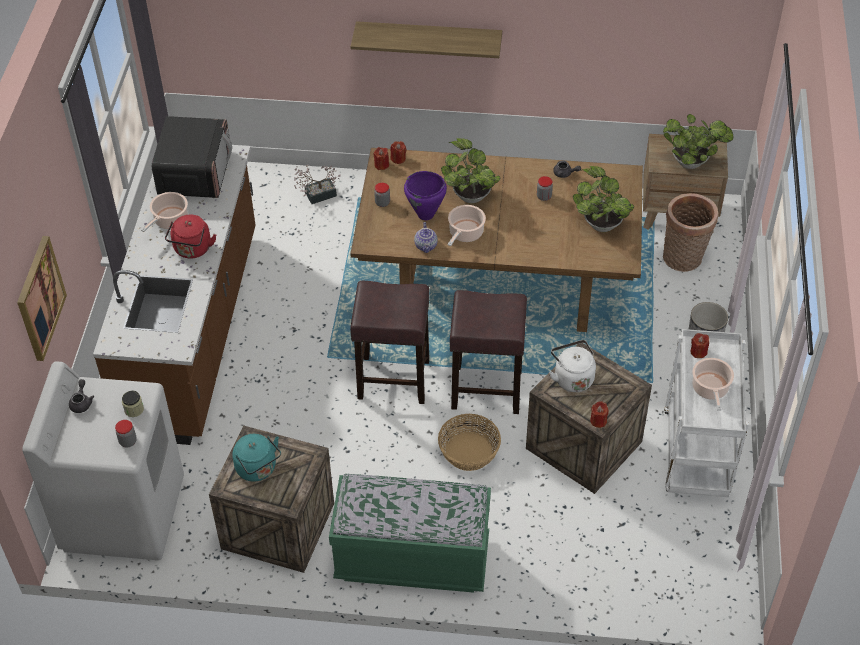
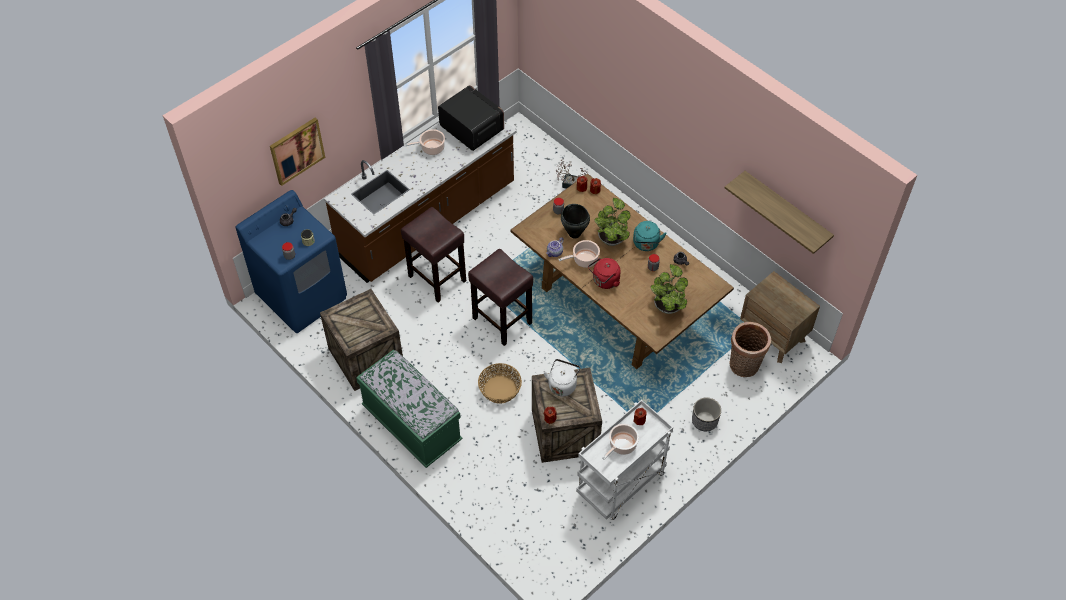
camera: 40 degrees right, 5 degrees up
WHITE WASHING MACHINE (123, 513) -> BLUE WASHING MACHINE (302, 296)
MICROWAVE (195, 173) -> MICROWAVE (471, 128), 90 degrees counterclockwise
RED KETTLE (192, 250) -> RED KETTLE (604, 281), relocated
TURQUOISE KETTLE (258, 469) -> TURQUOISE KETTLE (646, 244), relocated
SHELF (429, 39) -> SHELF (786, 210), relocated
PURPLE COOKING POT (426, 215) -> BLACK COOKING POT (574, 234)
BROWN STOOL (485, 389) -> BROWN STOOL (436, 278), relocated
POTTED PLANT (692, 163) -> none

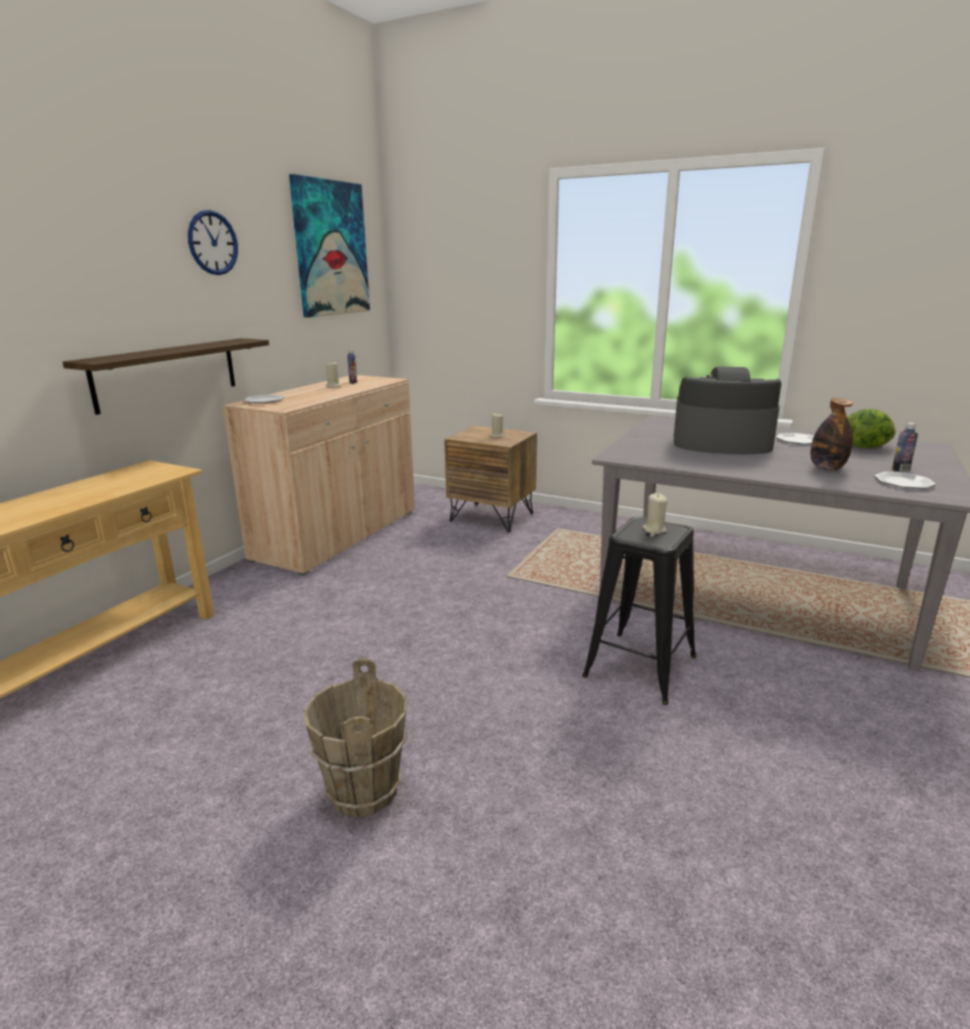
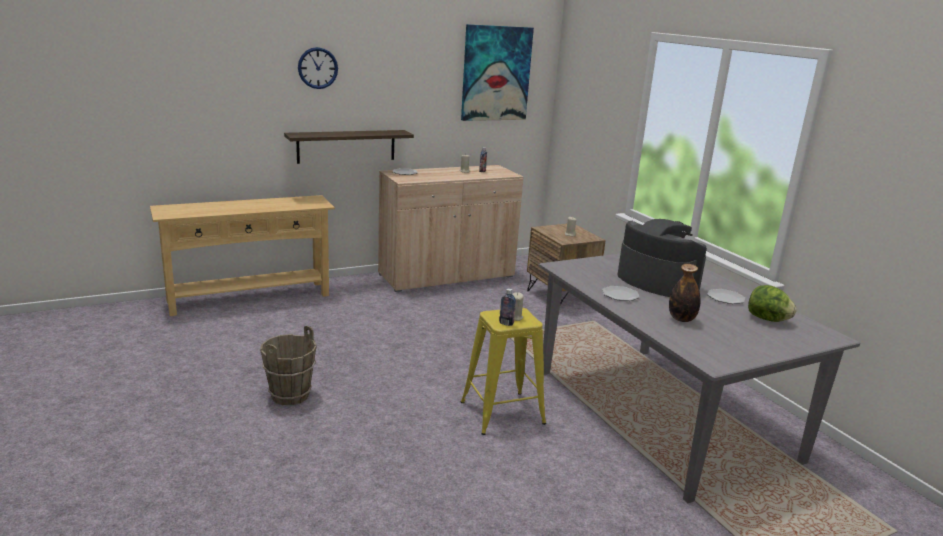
camera: 35 degrees right, 0 degrees up
WALL CLOCK (213, 243) -> WALL CLOCK (318, 68), relocated
BLACK STOOL (640, 666) -> YELLOW STOOL (502, 413)
PLATE (904, 483) -> PLATE (620, 295), relocated
BOTTLE (900, 470) -> BOTTLE (506, 323), relocated

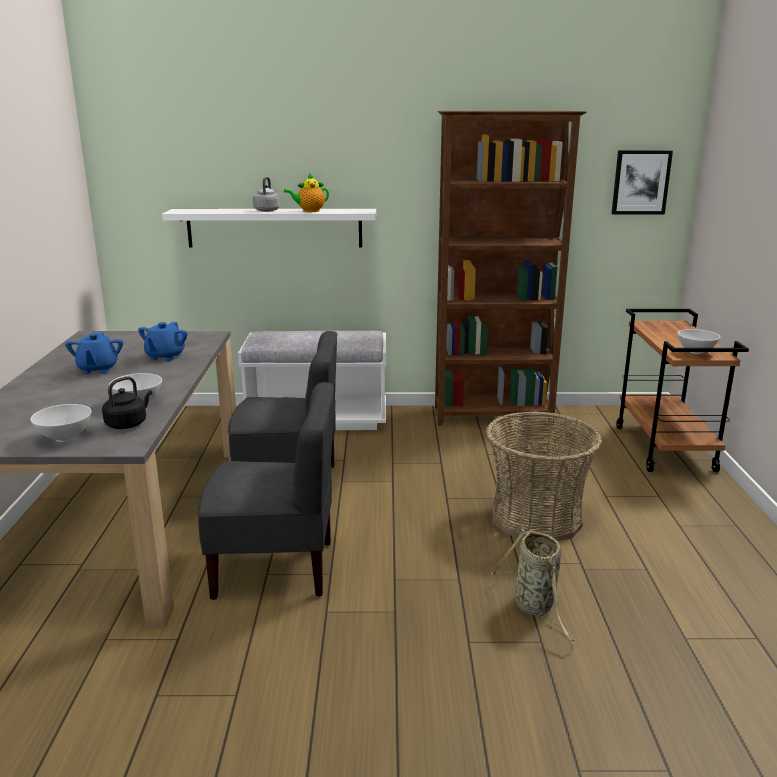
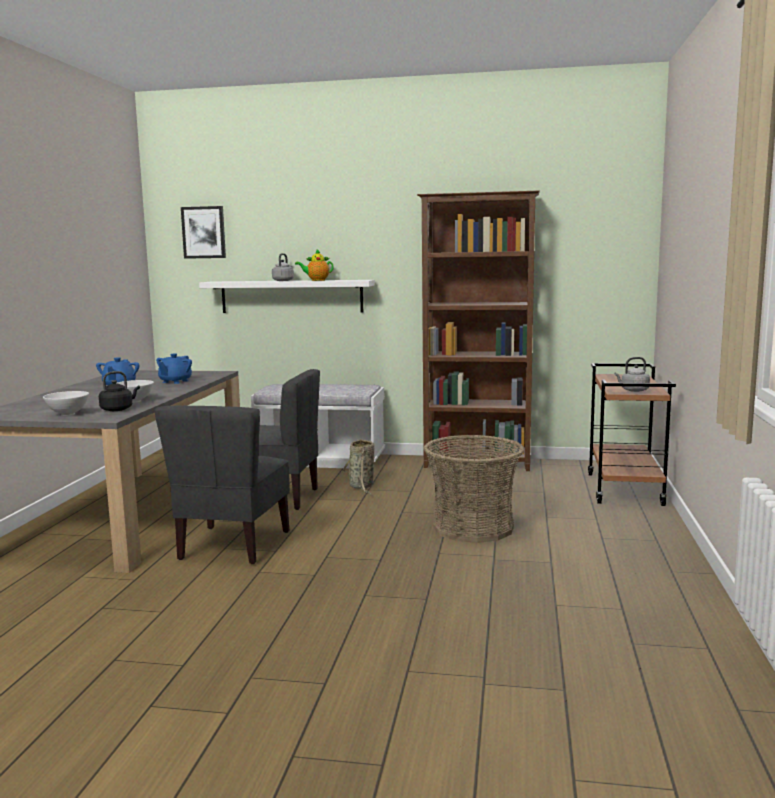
camera: 10 degrees right, 10 degrees down
GREY CHAIR (275, 568) -> GREY CHAIR (233, 545), 90 degrees clockwise
BASKET (535, 607) -> BASKET (361, 487), relocated
PICTURE (640, 182) -> PICTURE (204, 232), relocated
WHITE BOWL (695, 352) -> GREY KETTLE (633, 390)

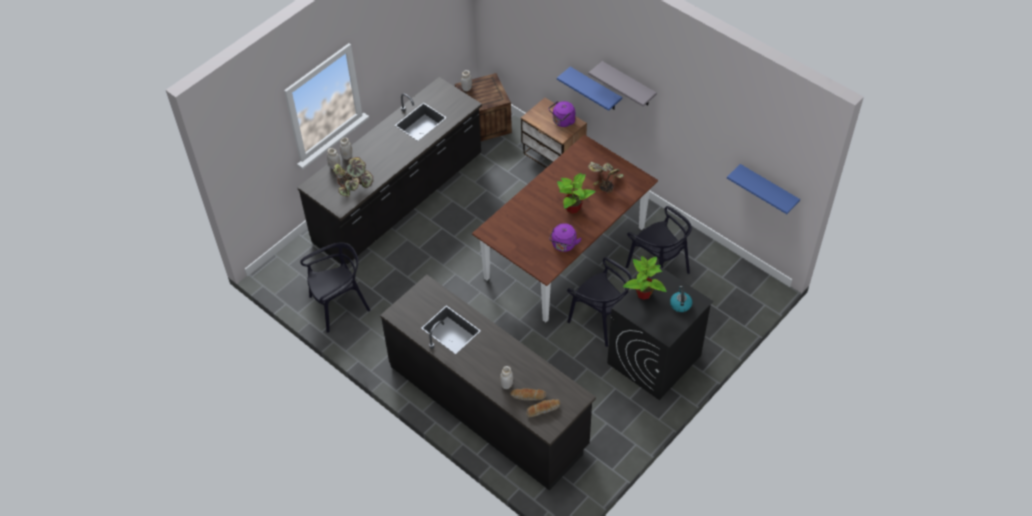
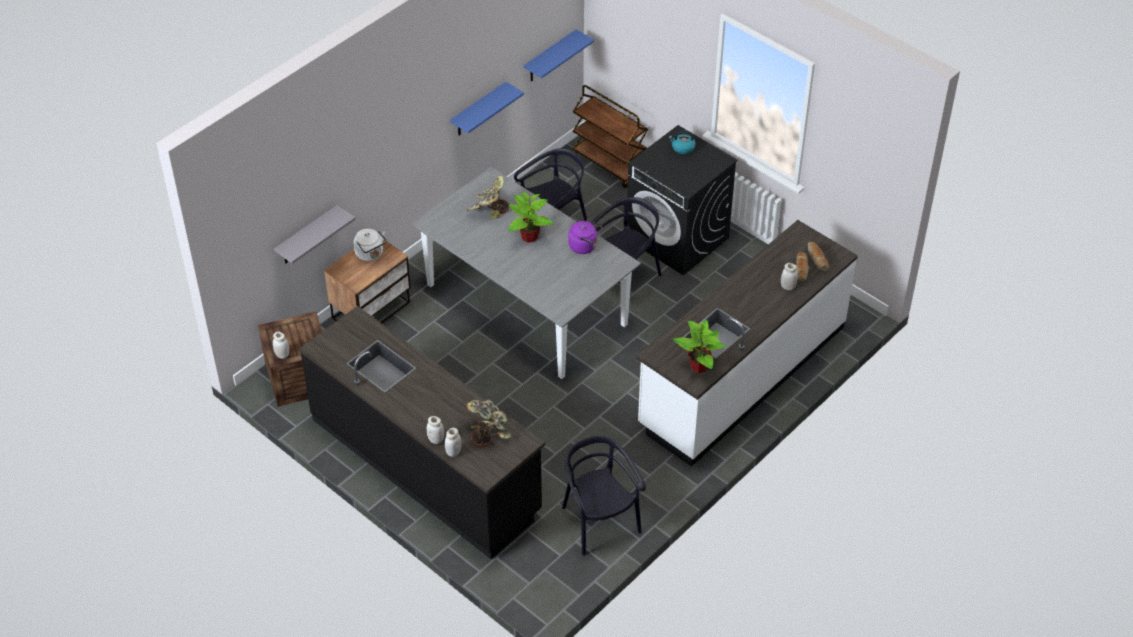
camera: 90 degrees left, 5 degrees down
BLACK COUNTER (488, 405) -> WHITE COUNTER (741, 376)
BROWN DINING TABLE (565, 252) -> GREY DINING TABLE (525, 305)
PURPLE KETTLE (562, 122) -> WHITE KETTLE (370, 254)
BLUE SHELF (595, 89) -> BLUE SHELF (478, 110), relocated
GREY SHELF (628, 85) -> GREY SHELF (307, 236), relocated
POTTED PLANT (643, 294) -> POTTED PLANT (699, 366), relocated
none -> BROWN CART (609, 164)

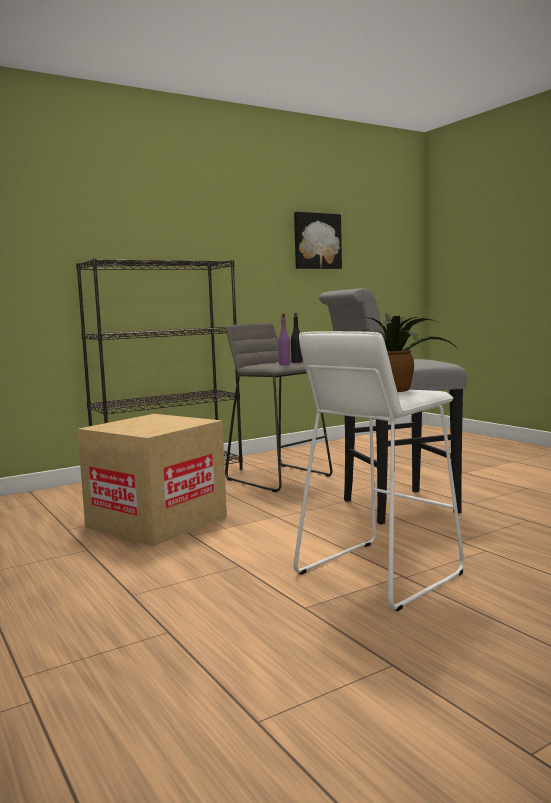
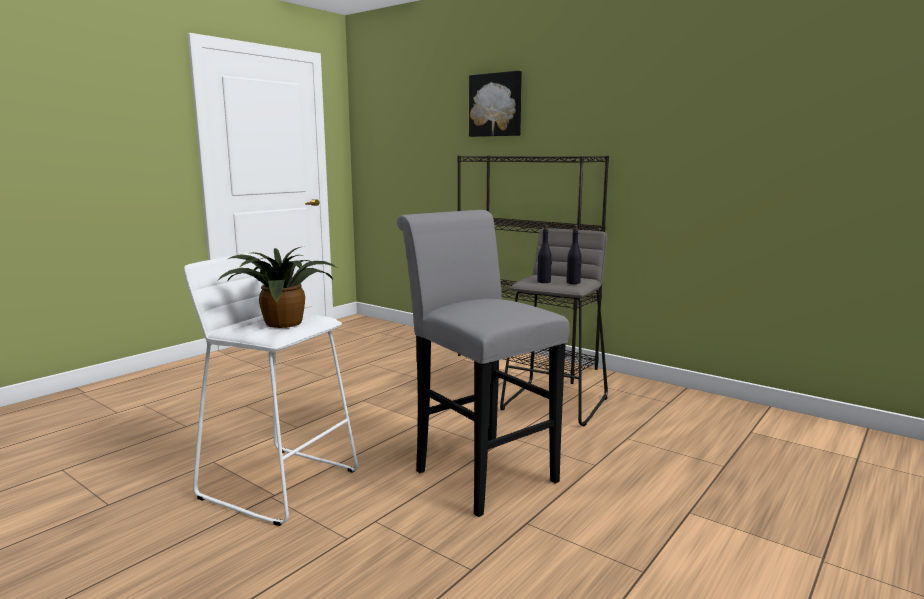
camera: 70 degrees right, 5 degrees up
CARDBOARD BOX (157, 521) -> none
PURPLE BOTTLE (284, 364) -> BLACK BOTTLE (544, 282)
PICTURE (316, 241) -> PICTURE (496, 105), relocated

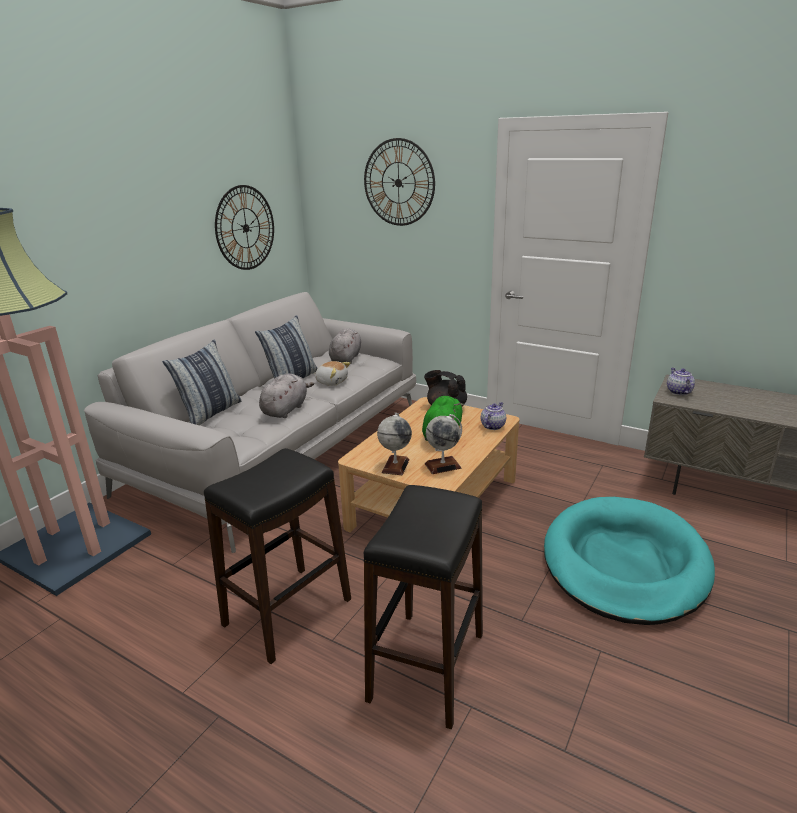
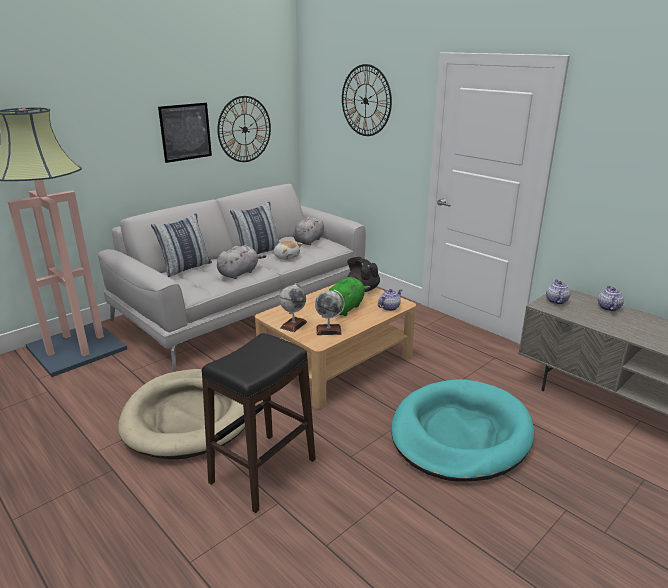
camera: 15 degrees right, 0 degrees up
BLACK STOOL (288, 611) -> BEIGE DOG BED (189, 416)
none -> PICTURE (185, 132)
none -> TEAPOT (608, 307)

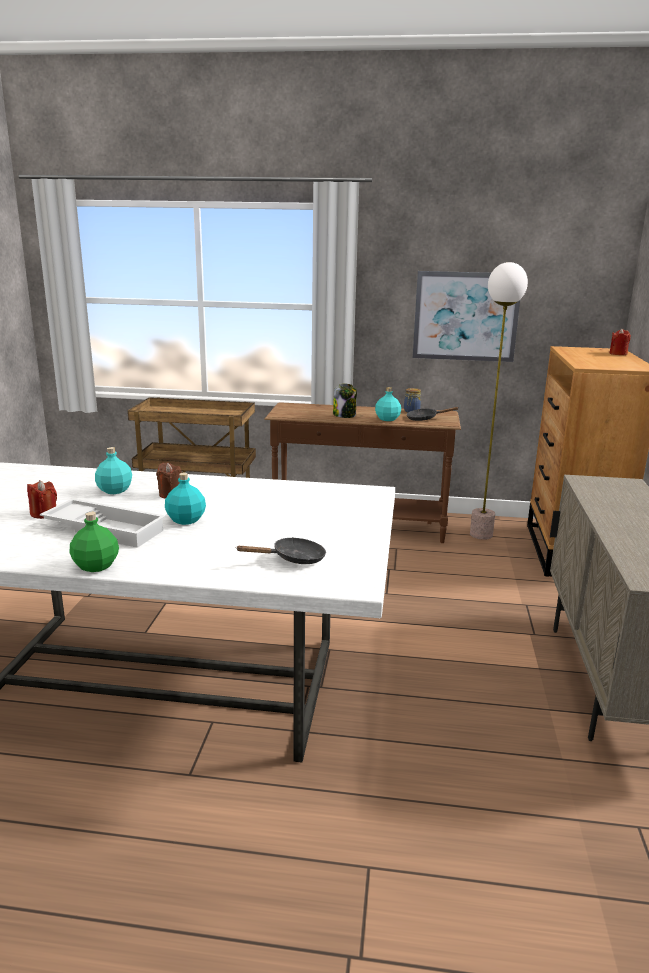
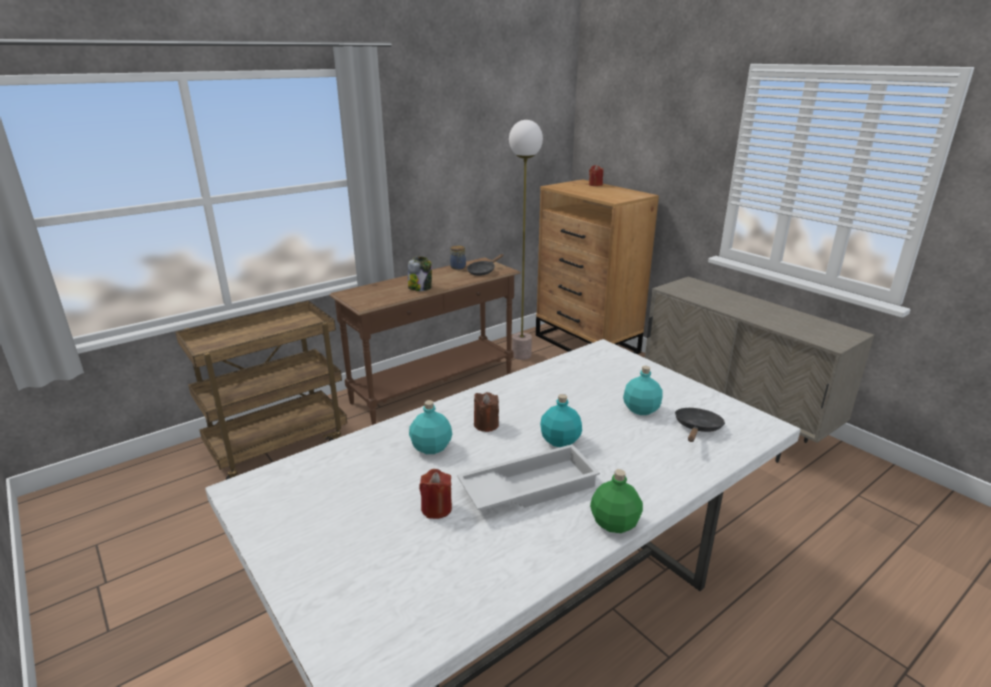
camera: 45 degrees left, 5 degrees up
TURQUOISE BOTTLE (387, 419) -> TURQUOISE BOTTLE (641, 409), relocated
PICTURE (465, 316) -> none

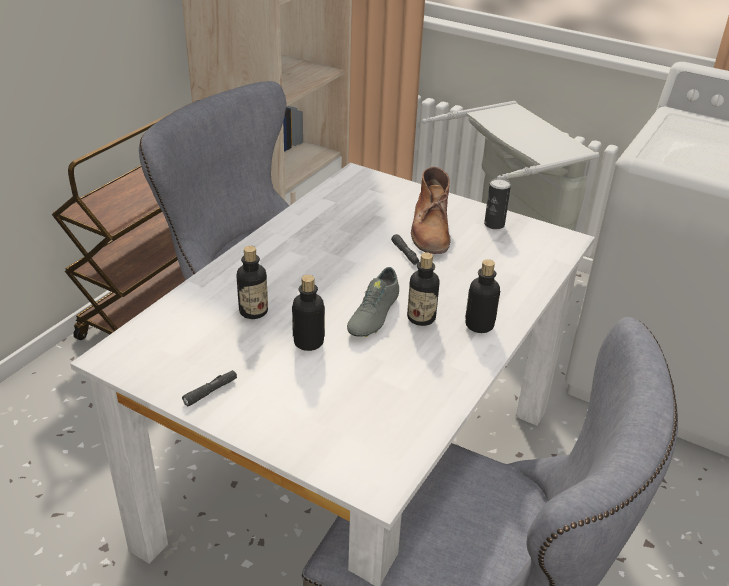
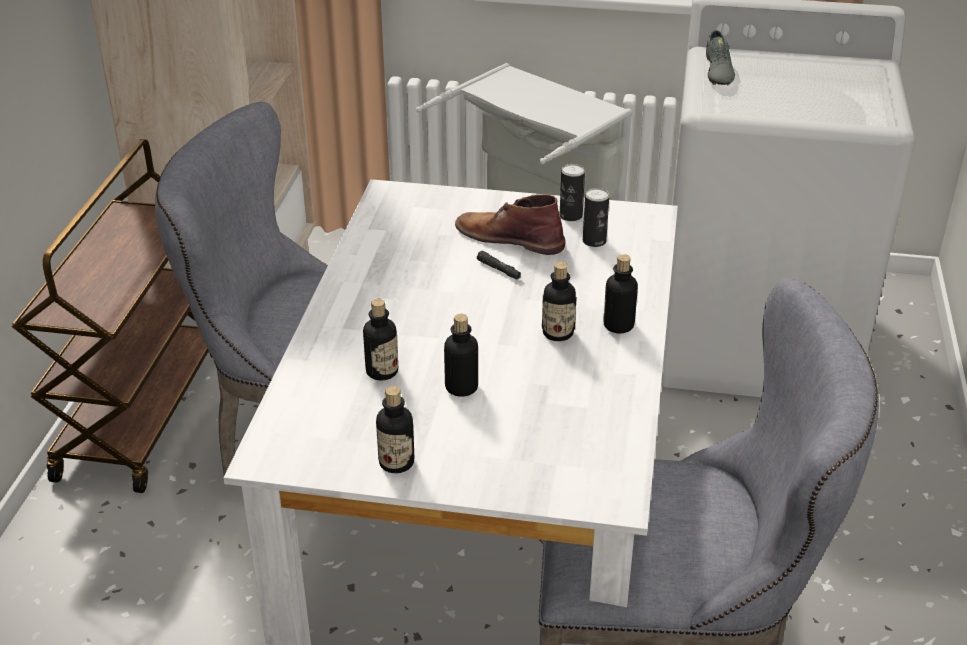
camera: 20 degrees left, 0 degrees up
BLACK FLASHLIGHT (210, 391) -> BOTTLE (396, 462)
GREY SHOE (373, 316) -> GREY SHOE (717, 73), relocated
BROWN BOOT (430, 230) -> BROWN BOOT (509, 237), 135 degrees clockwise
none -> CAN (594, 241)

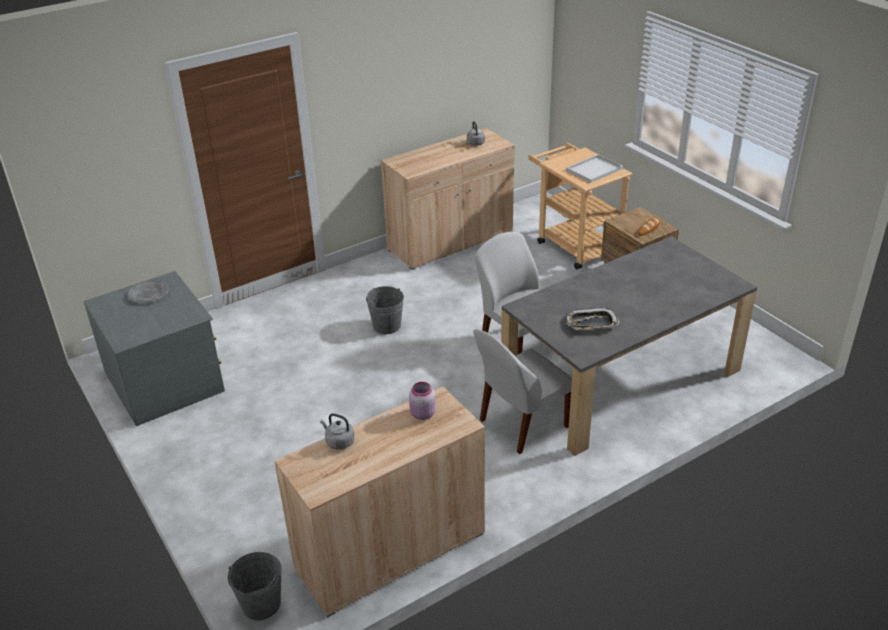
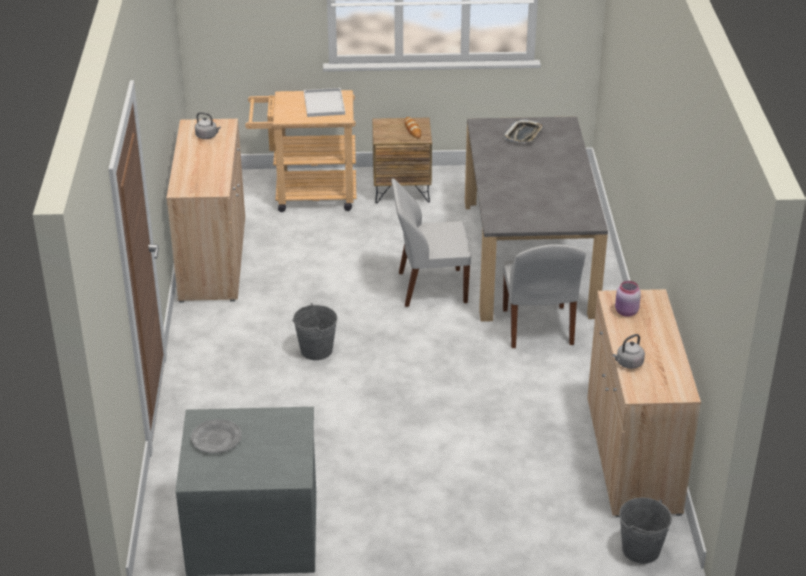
camera: 60 degrees left, 0 degrees up
TRAY (591, 323) -> TRAY (523, 135), relocated

